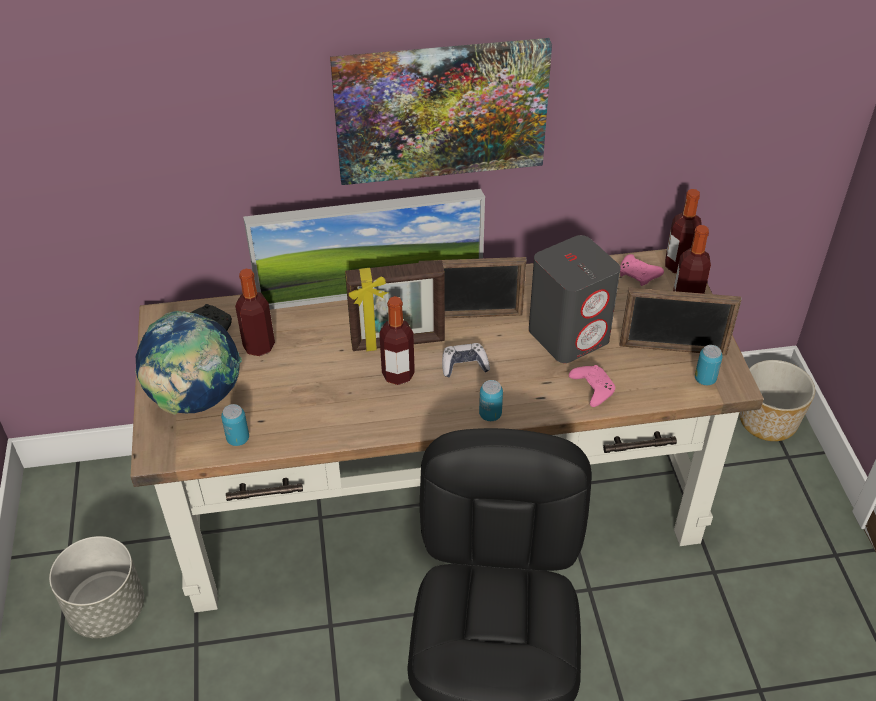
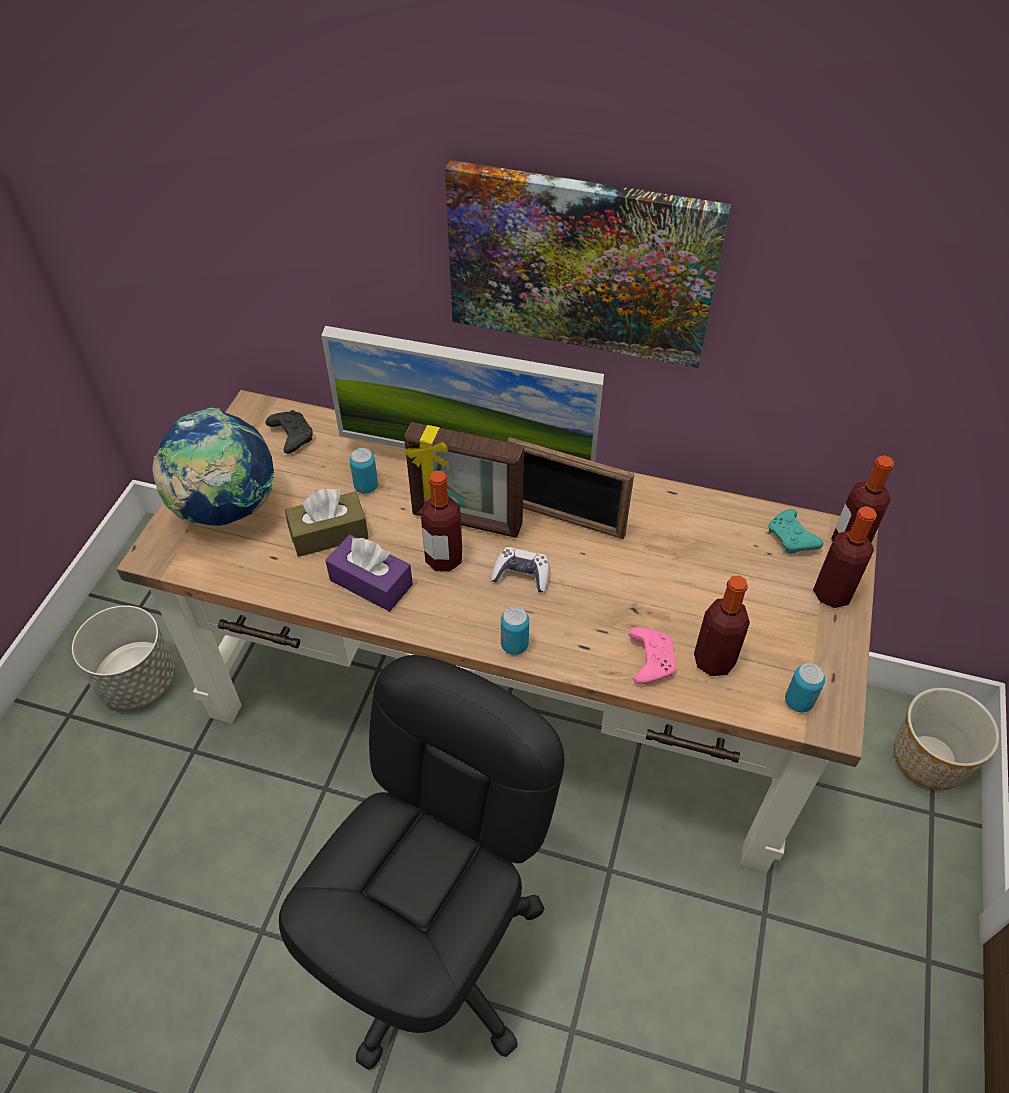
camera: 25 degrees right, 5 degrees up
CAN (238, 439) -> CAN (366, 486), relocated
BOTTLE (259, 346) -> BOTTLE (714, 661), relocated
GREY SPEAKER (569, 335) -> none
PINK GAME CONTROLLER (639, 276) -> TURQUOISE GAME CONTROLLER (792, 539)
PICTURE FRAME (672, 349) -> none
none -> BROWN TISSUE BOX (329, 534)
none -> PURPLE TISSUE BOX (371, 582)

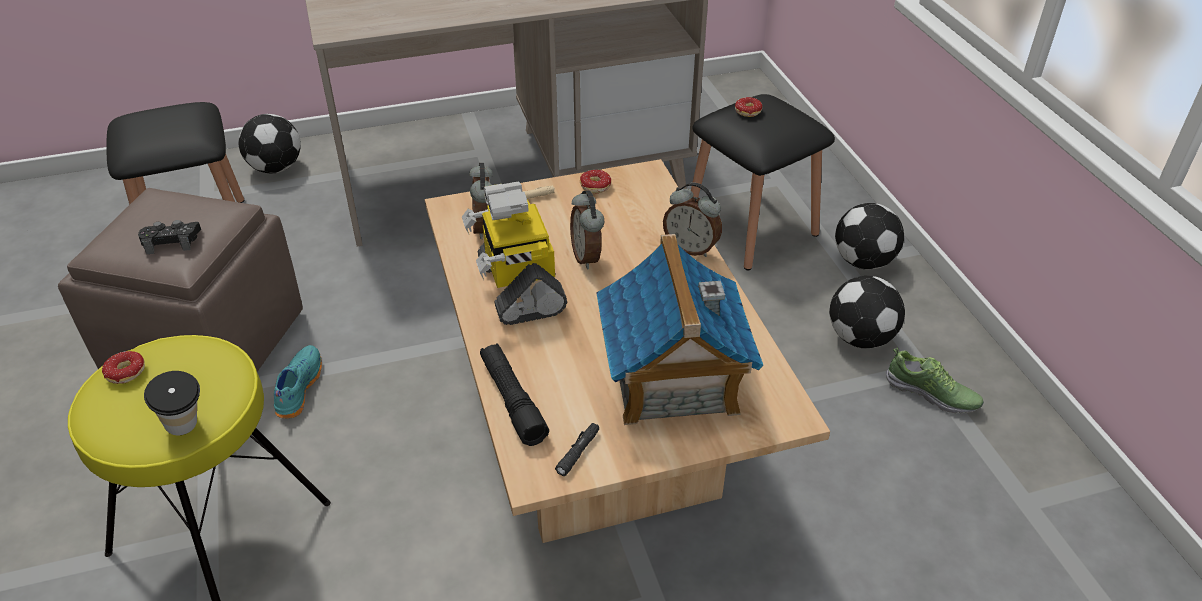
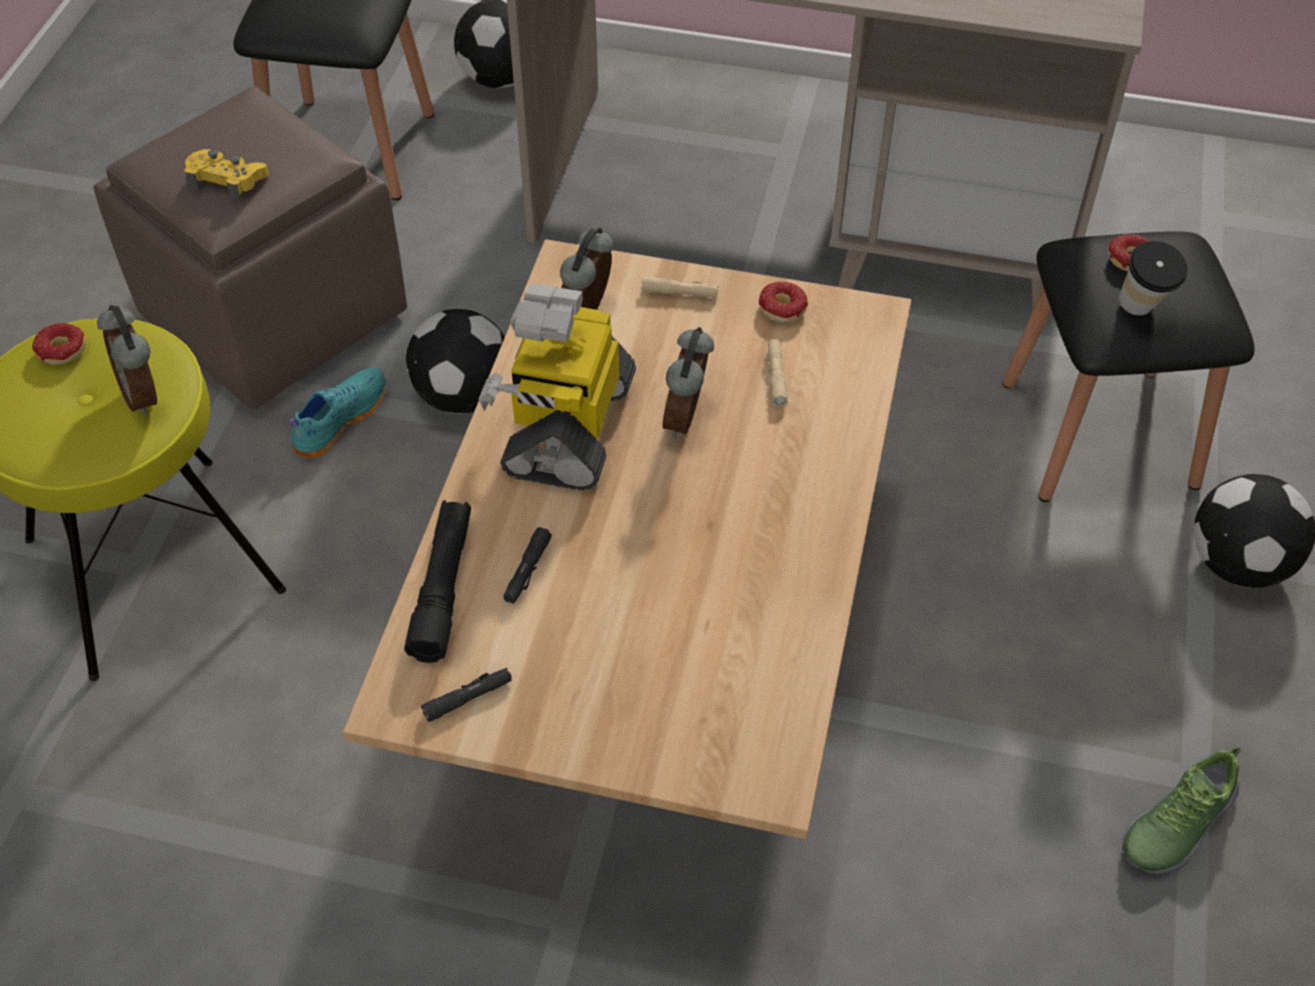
camera: 30 degrees right, 10 degrees up
BLACK GAME CONTROLLER (172, 241) -> YELLOW GAME CONTROLLER (227, 180)
CUP (187, 430) -> CUP (1141, 312), relocated
TOY HOUSE (672, 379) -> none
ALARM CLOCK (691, 248) -> ALARM CLOCK (144, 395), relocated
FOOTBALL (861, 338) -> FOOTBALL (465, 396), relocated
SHOE (931, 394) -> SHOE (1175, 824), 75 degrees clockwise
none -> BLACK FLASHLIGHT (527, 571)
none -> BEIGE FLASHLIGHT (775, 377)

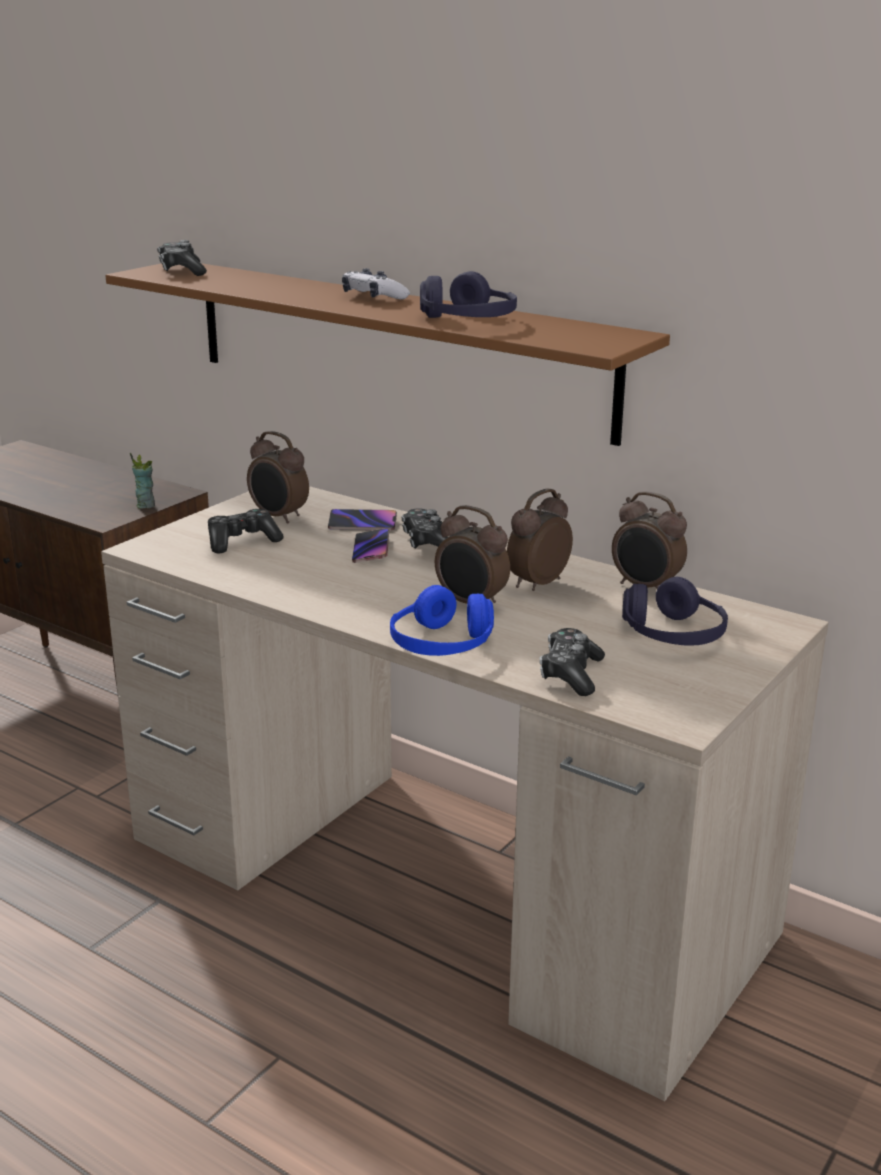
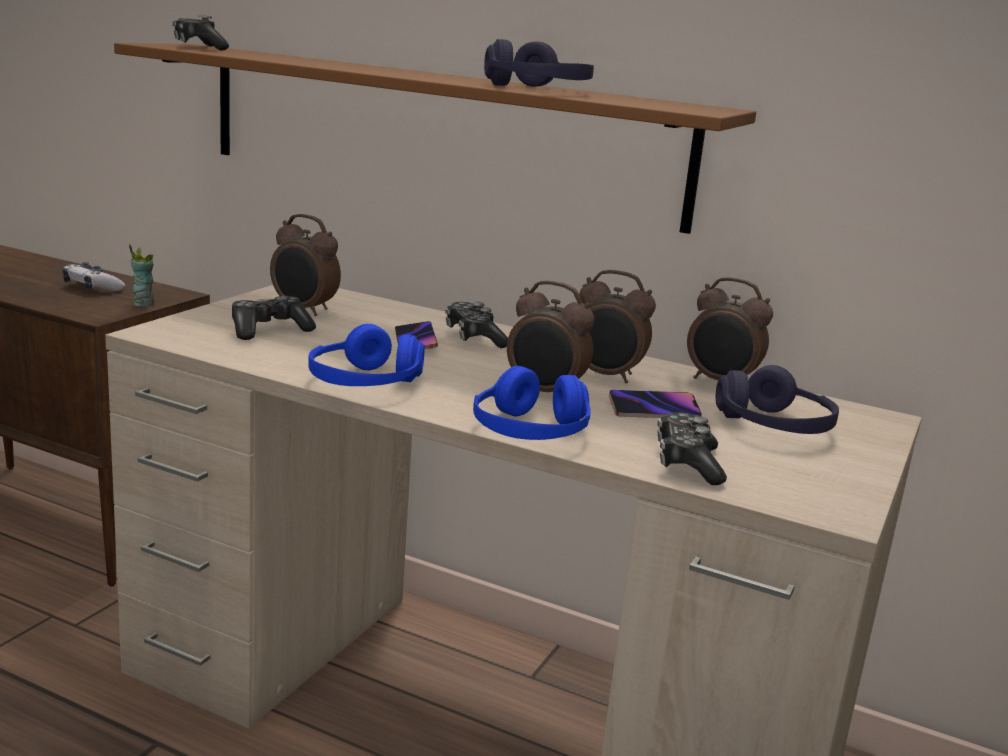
camera: 10 degrees left, 5 degrees down
PHONE (362, 524) -> PHONE (654, 410), relocated
GAME CONTROLLER (373, 297) -> GAME CONTROLLER (92, 287), relocated
ALARM CLOCK (536, 583) -> ALARM CLOCK (606, 376), 105 degrees counterclockwise
none -> BLUE HEADPHONES (365, 383)

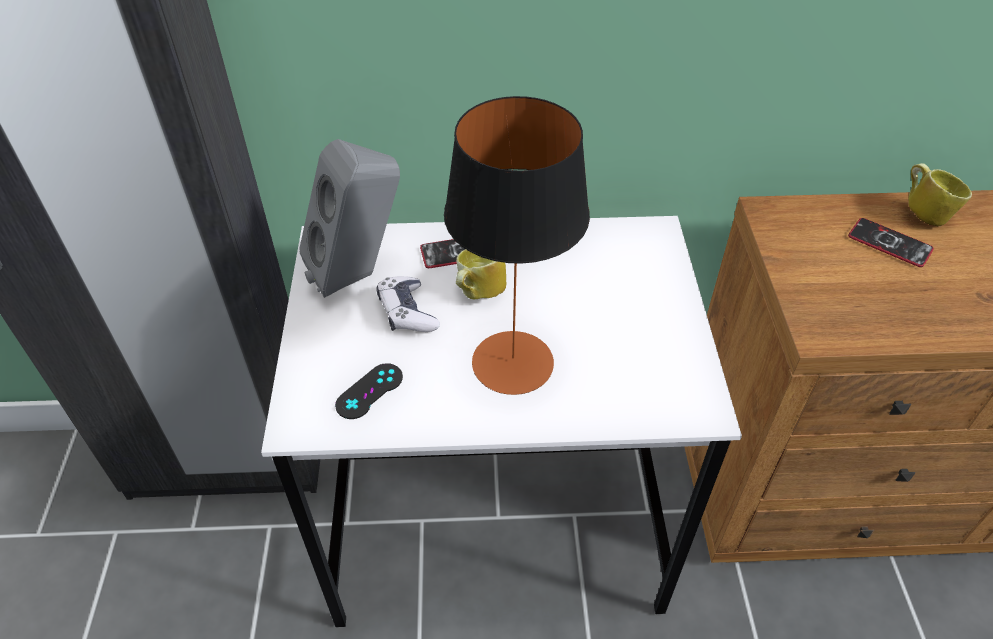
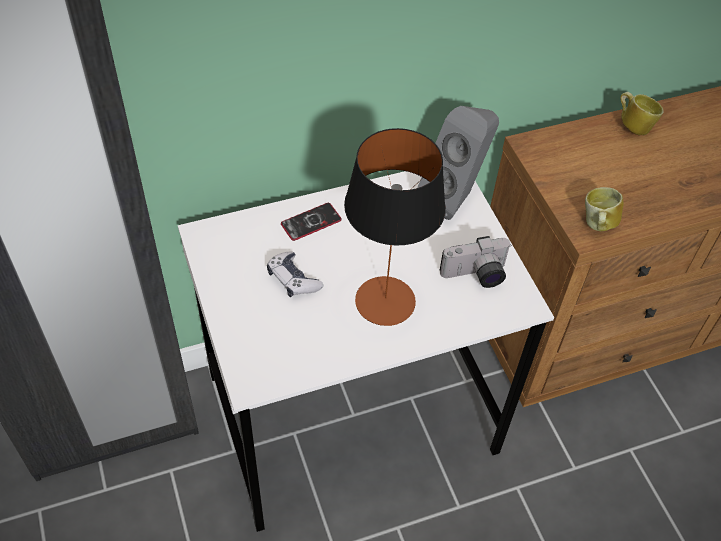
camera: 20 degrees left, 5 degrees up
GREY SPEAKER (360, 275) -> GREY SPEAKER (455, 198), relocated
BLACK GAME CONTROLLER (369, 391) -> none
MUG (477, 293) -> MUG (596, 225), relocated
PHONE (889, 243) -> none
none -> PHOTO CAMERA (476, 276)

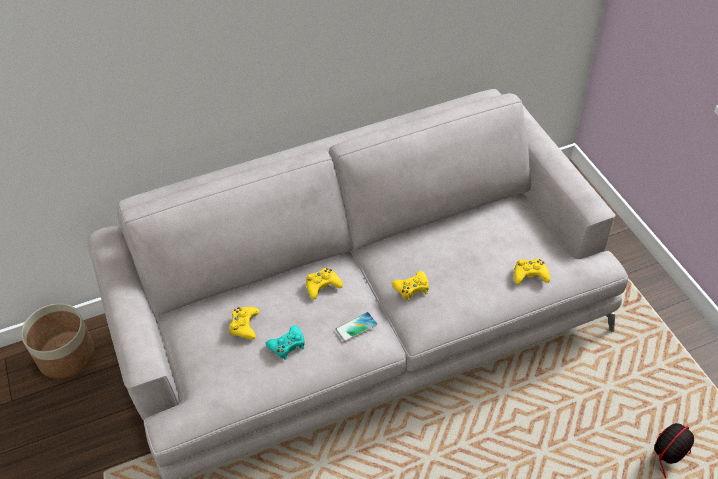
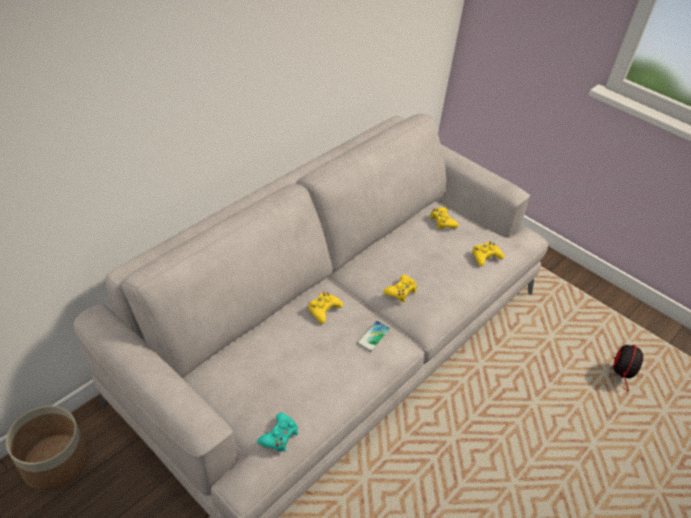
camera: 30 degrees left, 5 degrees down
YELLOW GAME CONTROLLER (244, 326) -> YELLOW GAME CONTROLLER (442, 221), relocated
TURQUOISE GAME CONTROLLER (287, 345) -> TURQUOISE GAME CONTROLLER (279, 436), relocated

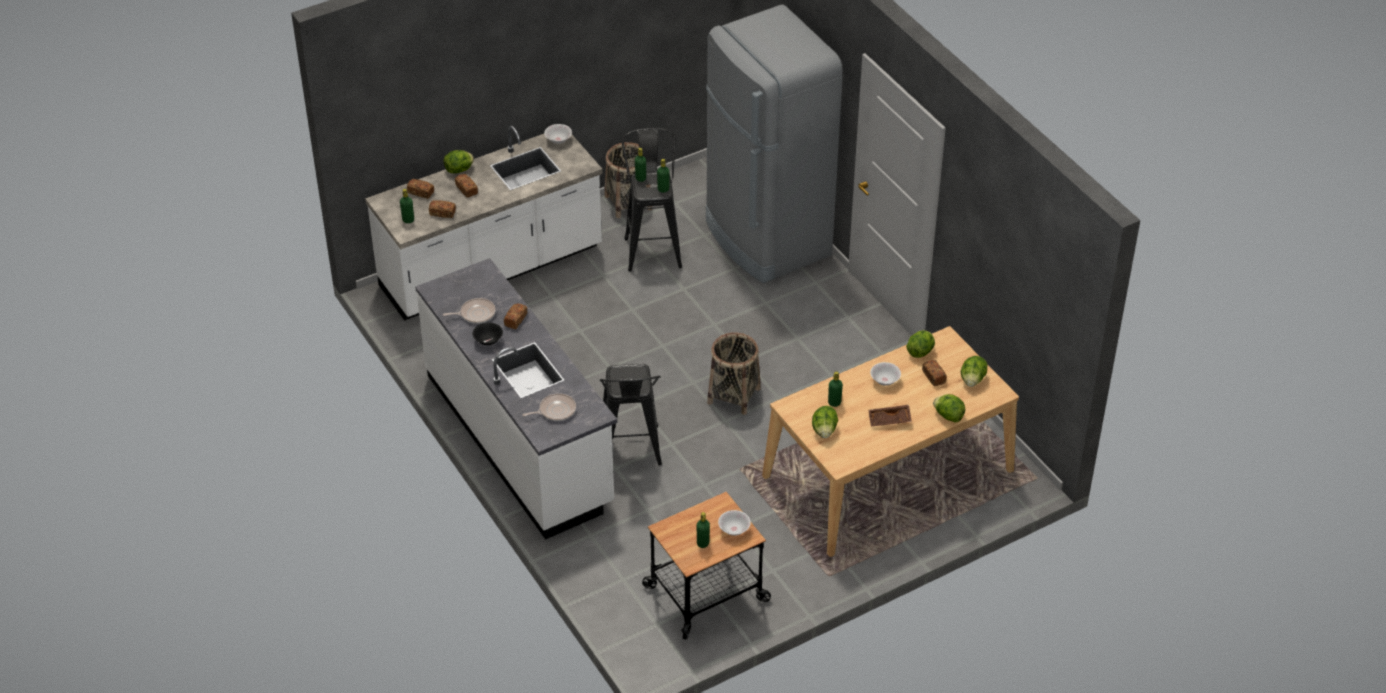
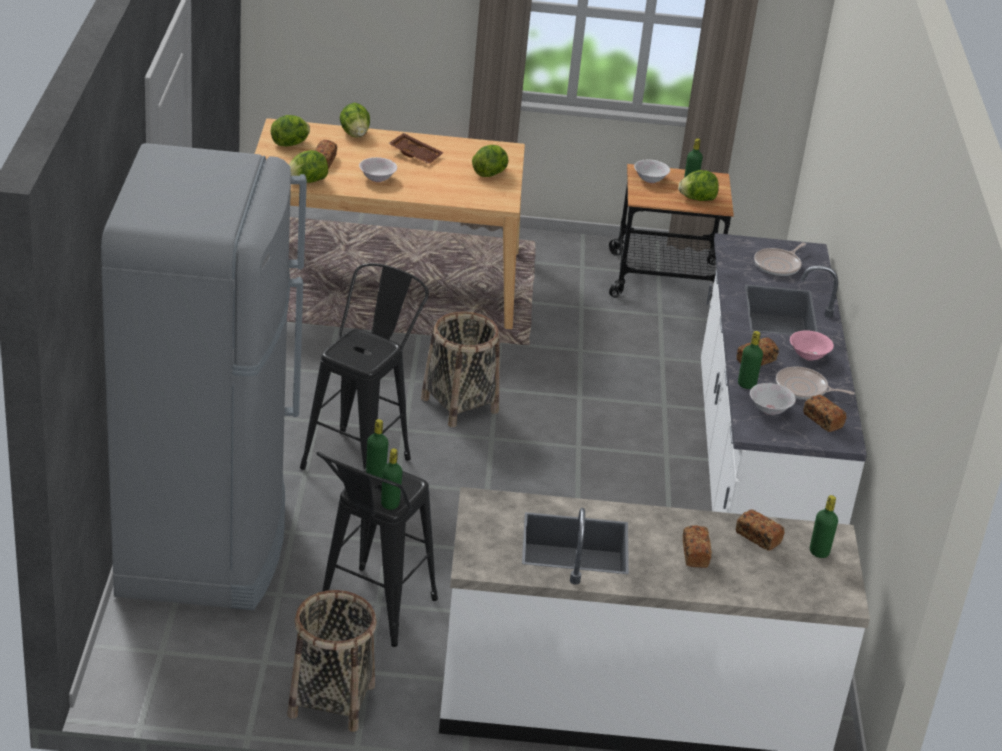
camera: 150 degrees left, 10 degrees down
BREAD (421, 192) -> BREAD (822, 420), relocated
LETTUCE (459, 170) -> LETTUCE (697, 199), relocated
BLACK BOWL (488, 340) -> PINK BOWL (809, 356)
FRYING PAN (555, 410) -> FRYING PAN (778, 265), 60 degrees counterclockwise
WHITE BOWL (558, 140) -> WHITE BOWL (769, 410), relocated
BLACK STOOL (630, 453) -> BLACK STOOL (362, 458), relocated
GREEN BOTTLE (834, 403) -> GREEN BOTTLE (746, 384), relocated

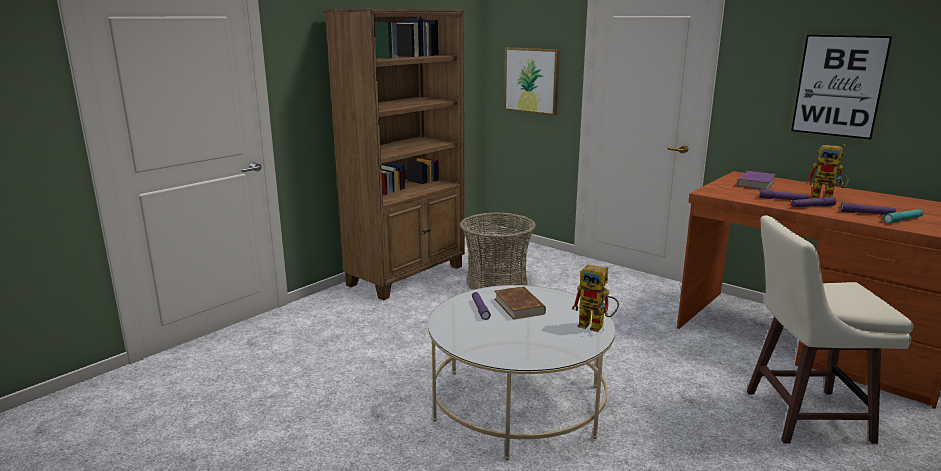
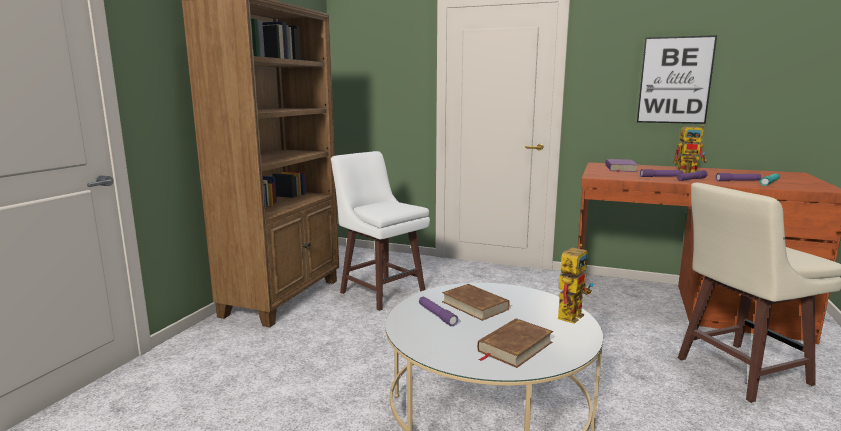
camera: 20 degrees left, 5 degrees down
BASKET (496, 283) -> WHITE STOOL (381, 292)
PICTURE (531, 80) -> none
TOY ROBOT (596, 326) -> TOY ROBOT (570, 314), 60 degrees counterclockwise
none -> BROWN BOOK (514, 346)

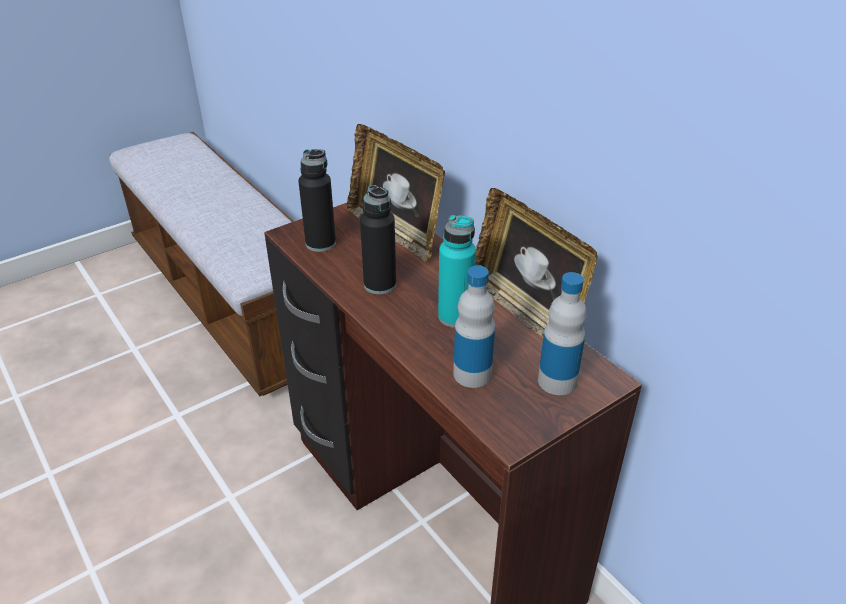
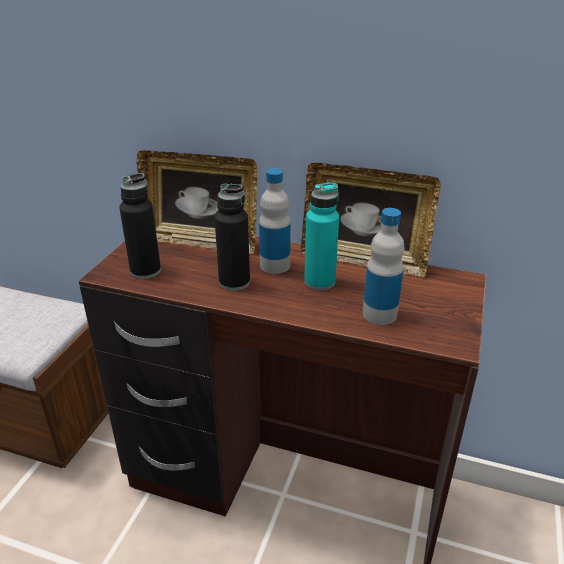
camera: 35 degrees left, 5 degrees down
BOTTLE (557, 381) -> BOTTLE (275, 265), relocated

